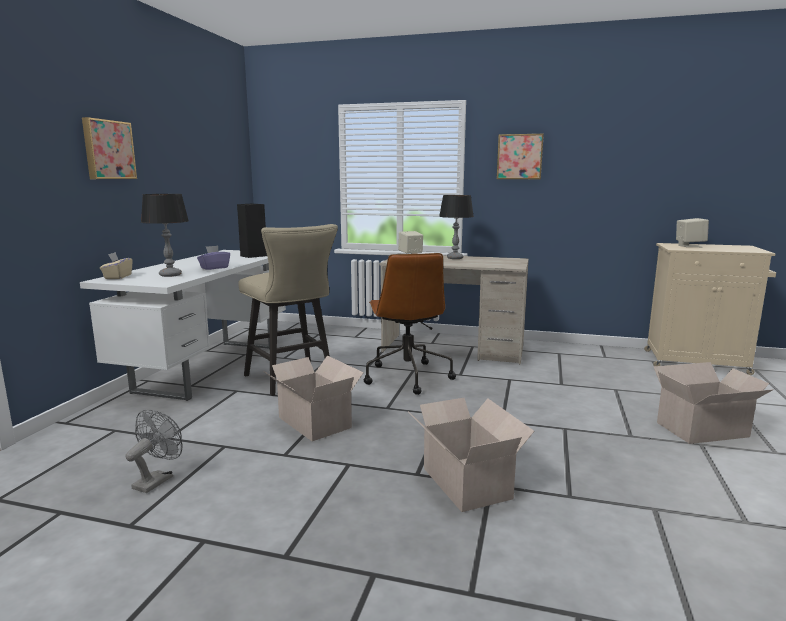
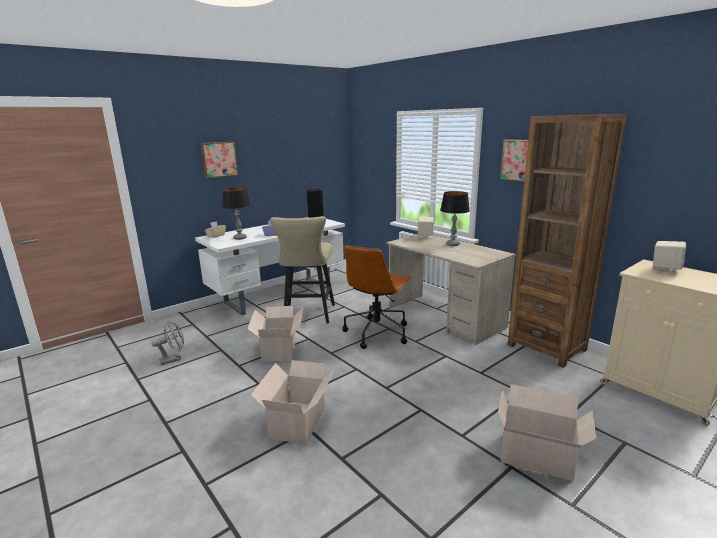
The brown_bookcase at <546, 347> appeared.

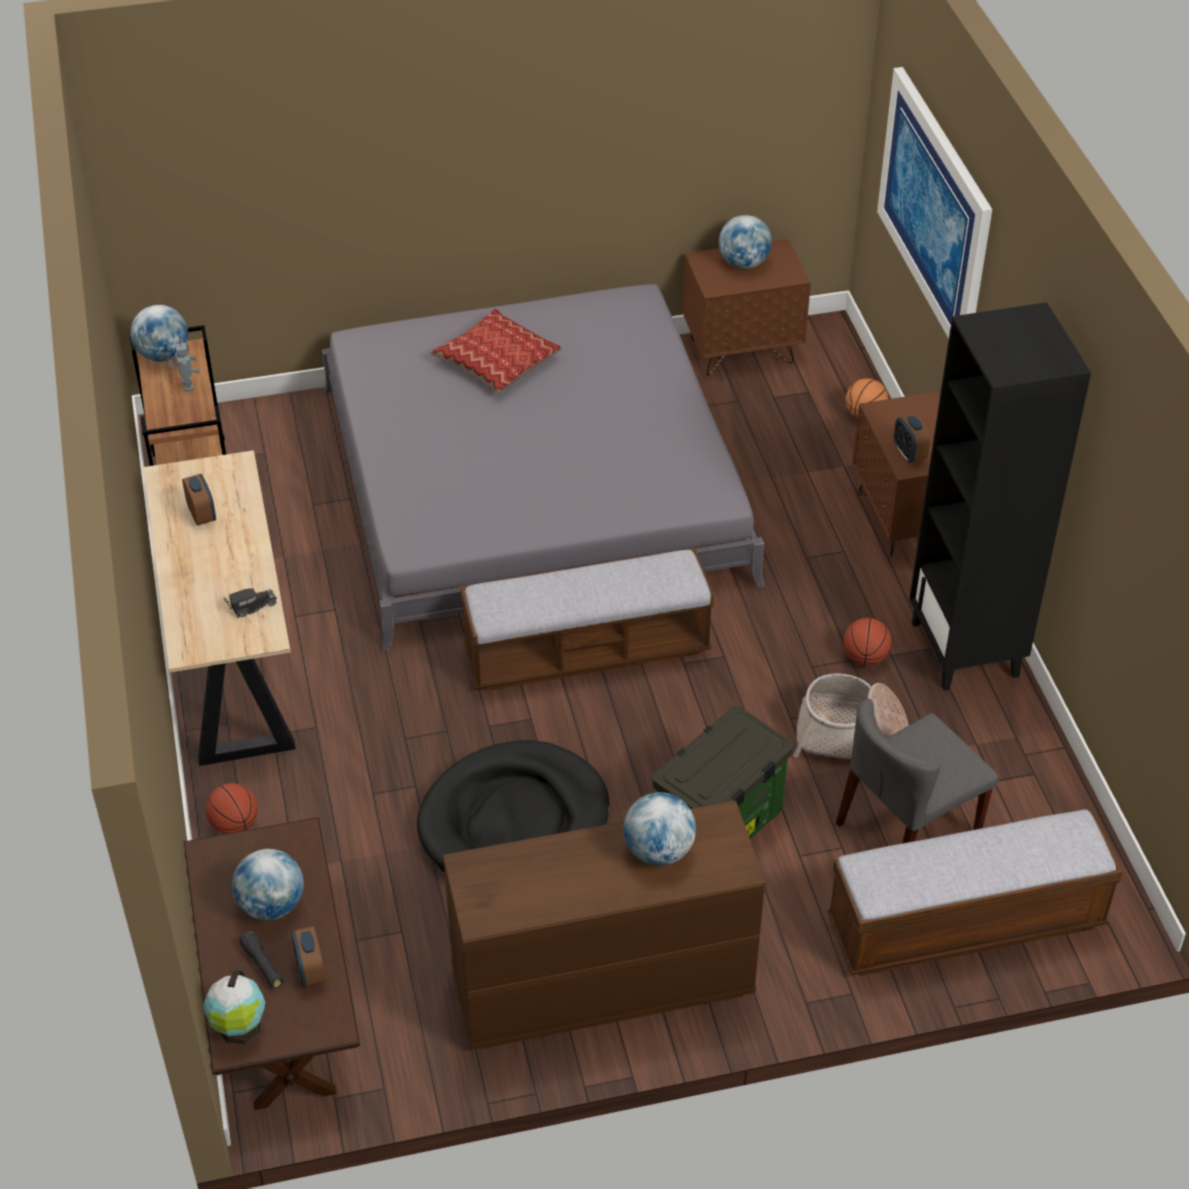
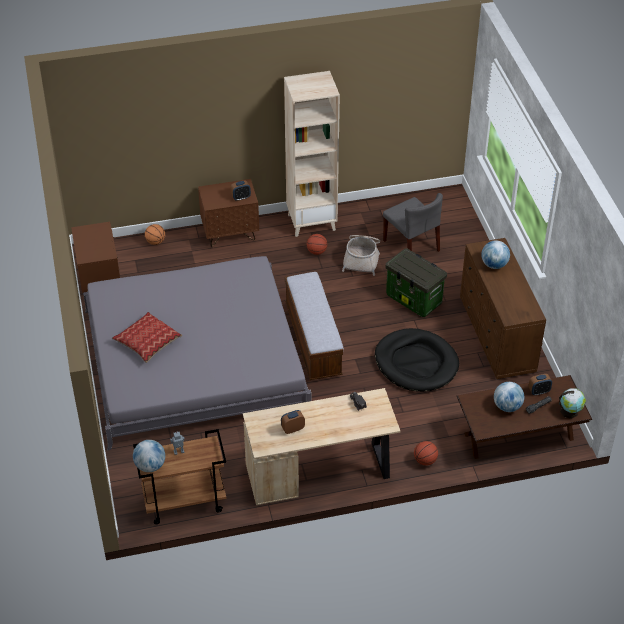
The black_bookcase at <966, 649> became the beige_bookcase at <312, 222>.
The globe at <744, 263> disappeared.
The bench at <965, 924> disappeared.
The picture at <935, 210> disappeared.

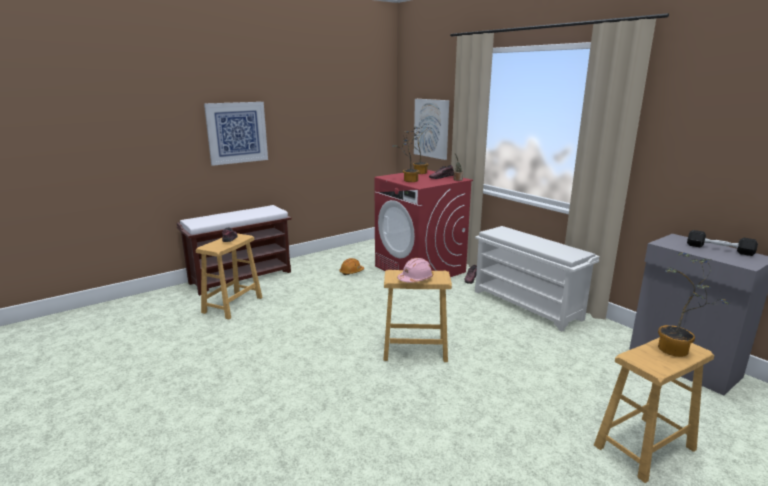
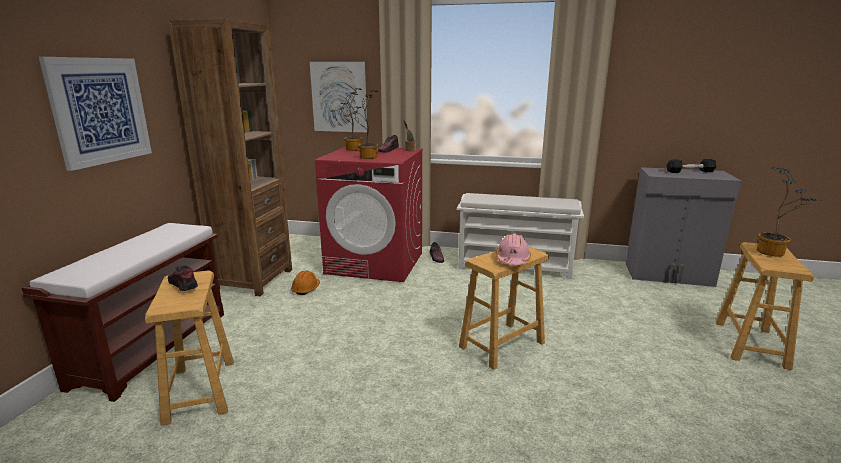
The brown_bookcase at <253, 280> appeared.

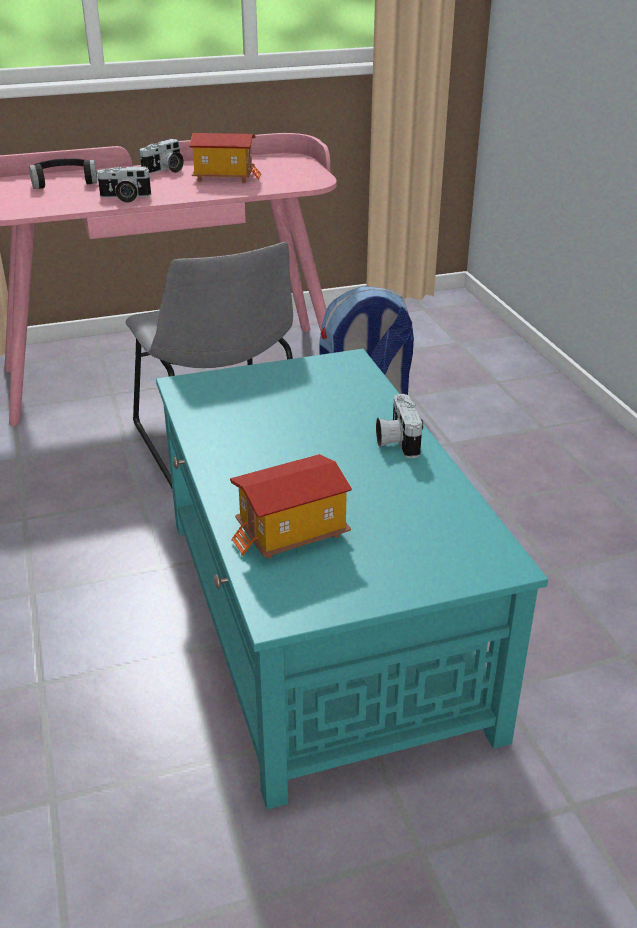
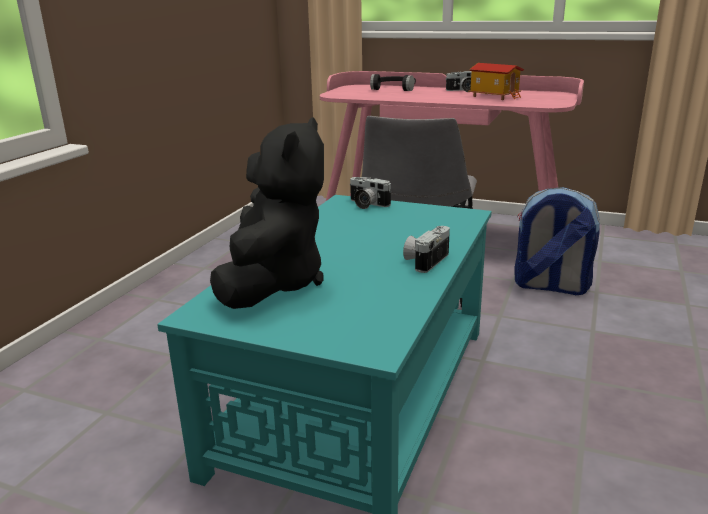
The toy_house at <292, 534> was replaced by the black_plush_toy at <273, 283>.
The photo_camera moved from <125, 198> to <366, 204>.

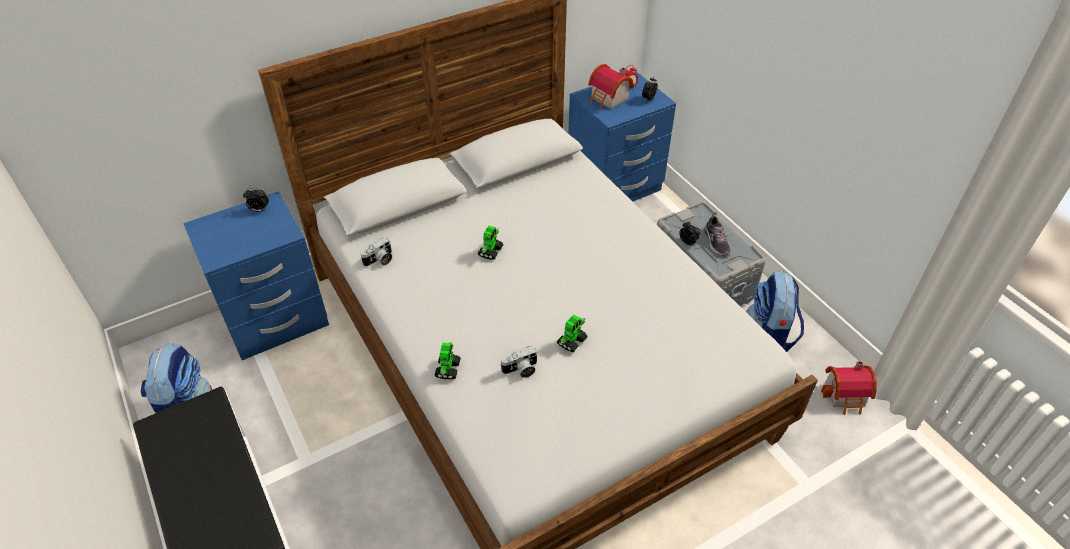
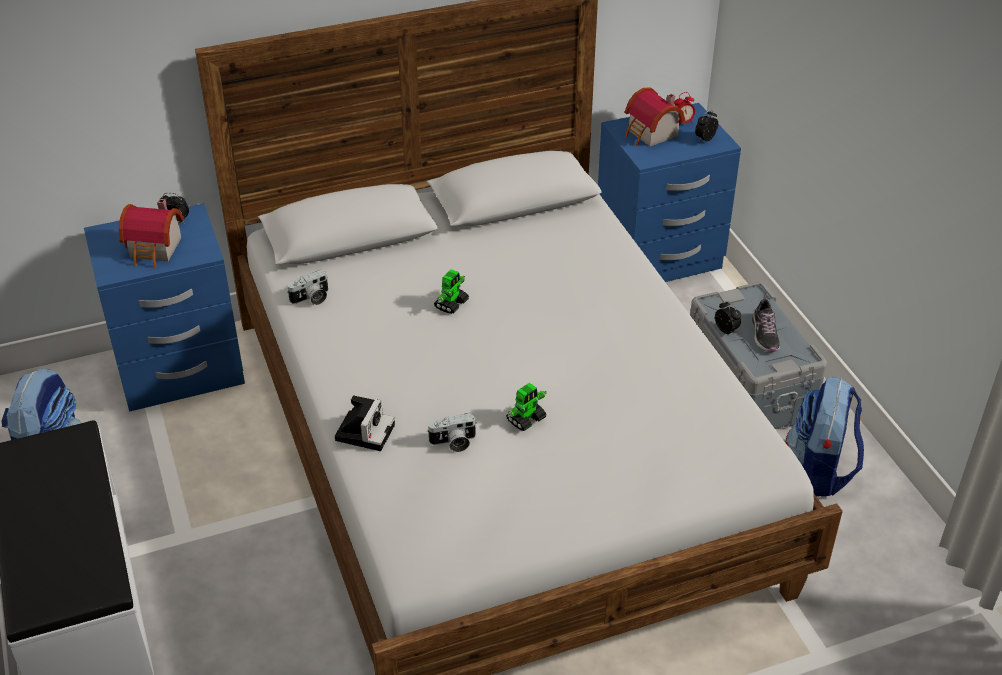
The toy_house moved from <846, 396> to <156, 250>.
The toy_robot at <448, 369> was replaced by the photo_camera at <365, 431>.

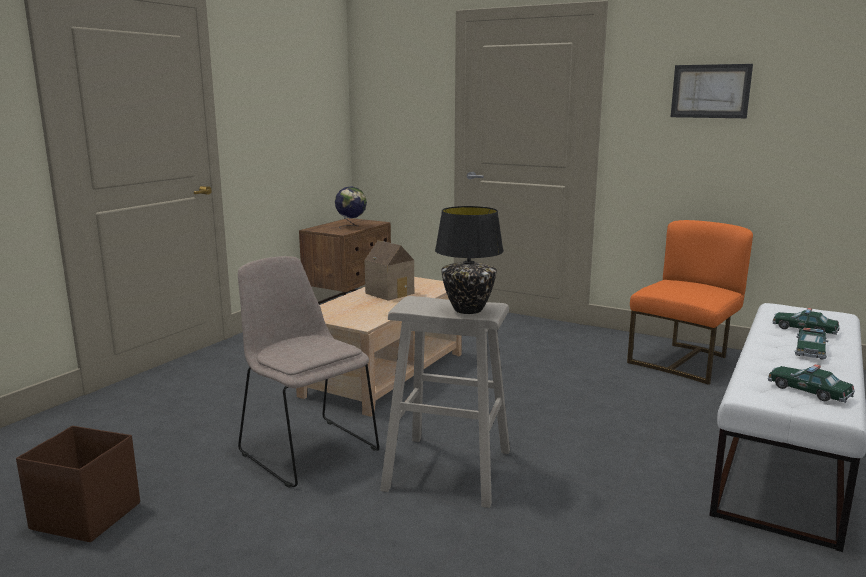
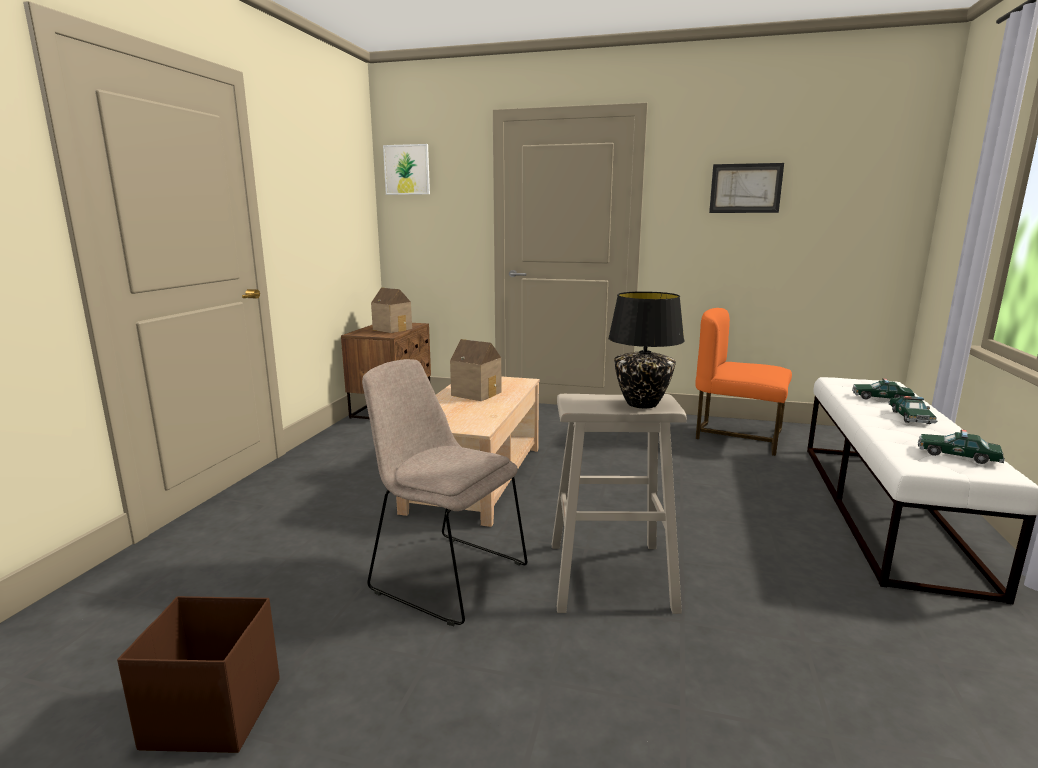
The globe at <351, 226> was replaced by the toy_house at <393, 329>.
The picture at <407, 169> appeared.
The orange_chair at <684, 361> turned 90 degrees counterclockwise.

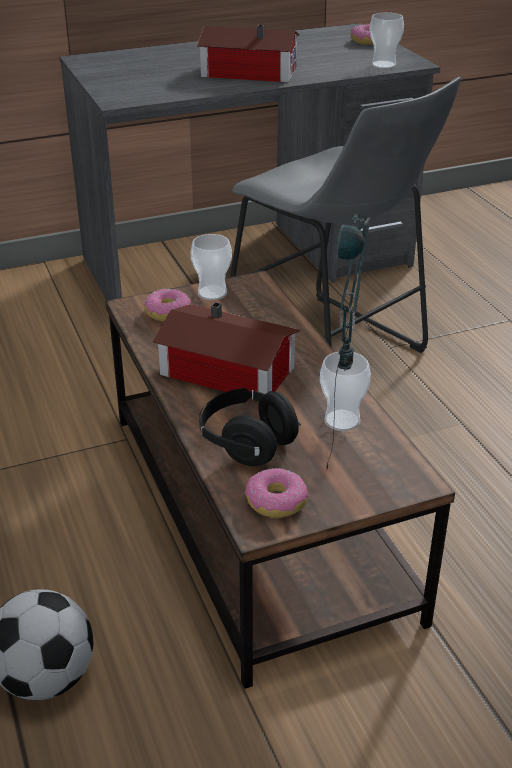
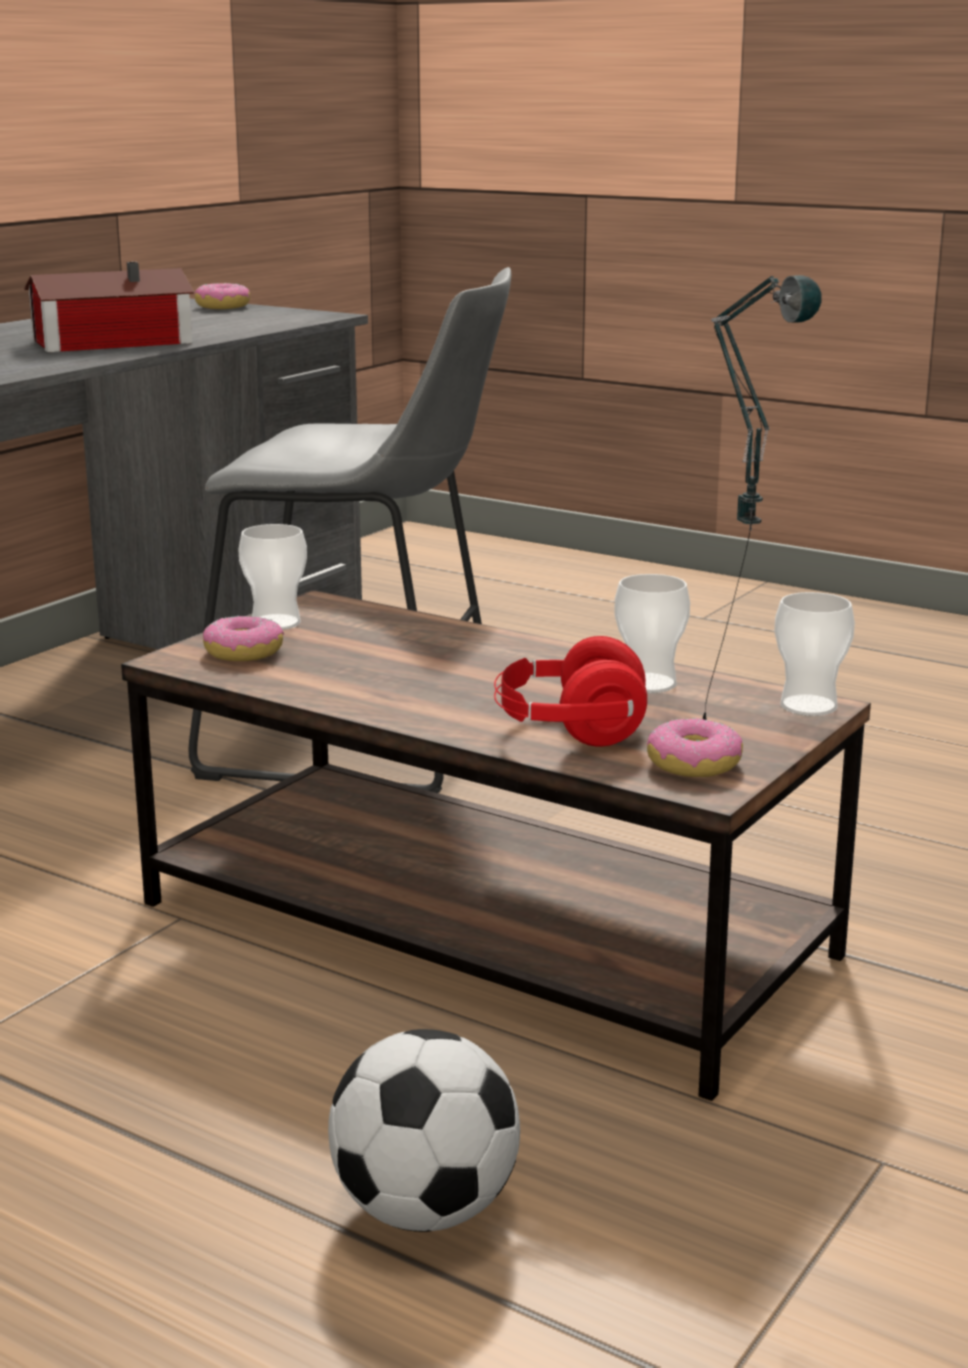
The black_headphones at <247, 443> became the red_headphones at <569, 731>.
The cup moved from <383, 65> to <808, 706>.
The toy_house at <229, 373> disappeared.

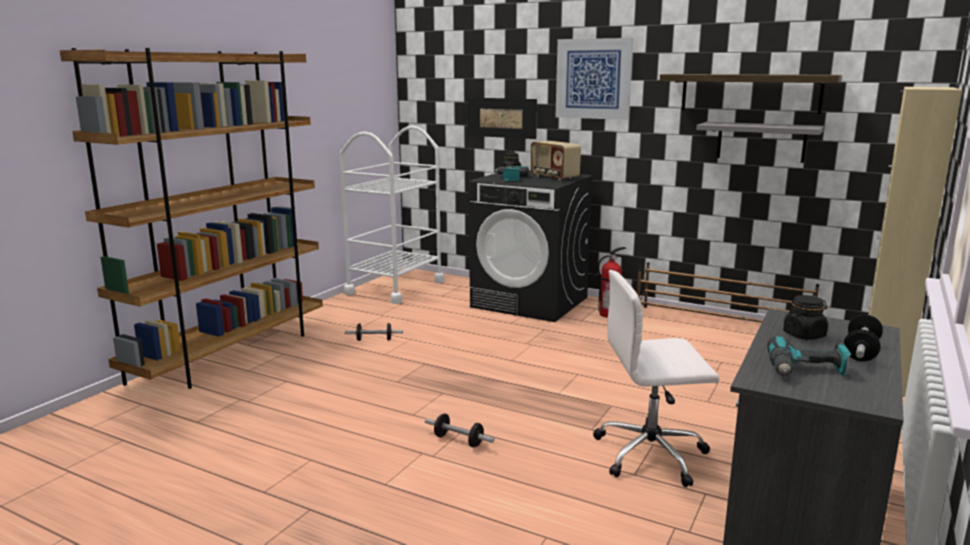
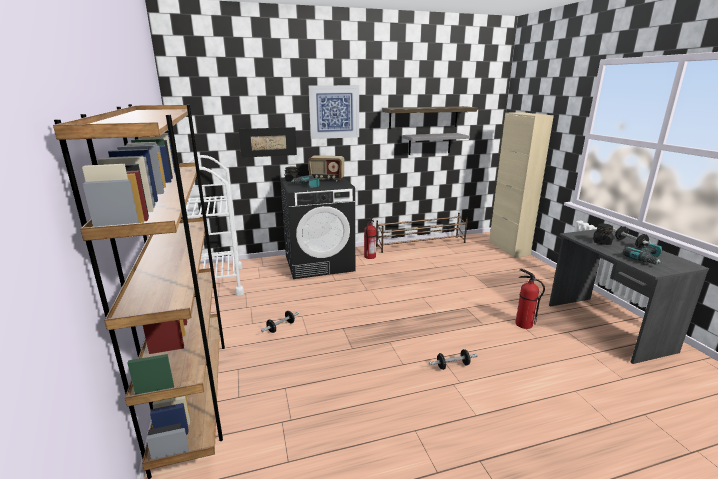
The white_office_chair at <652, 454> was replaced by the fire_extinguisher at <523, 324>.

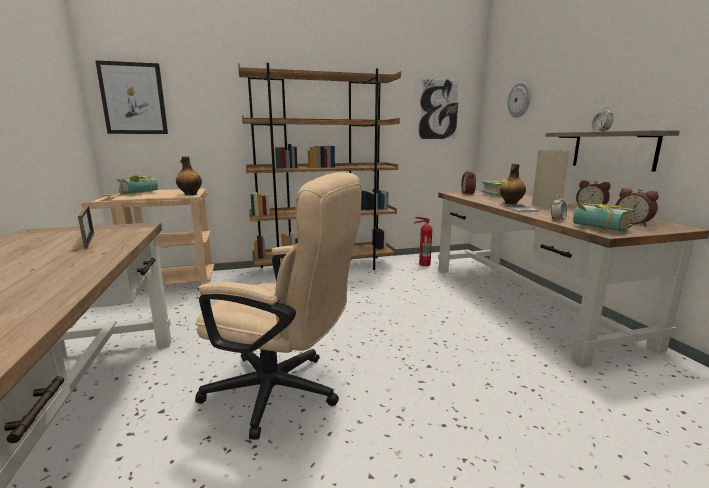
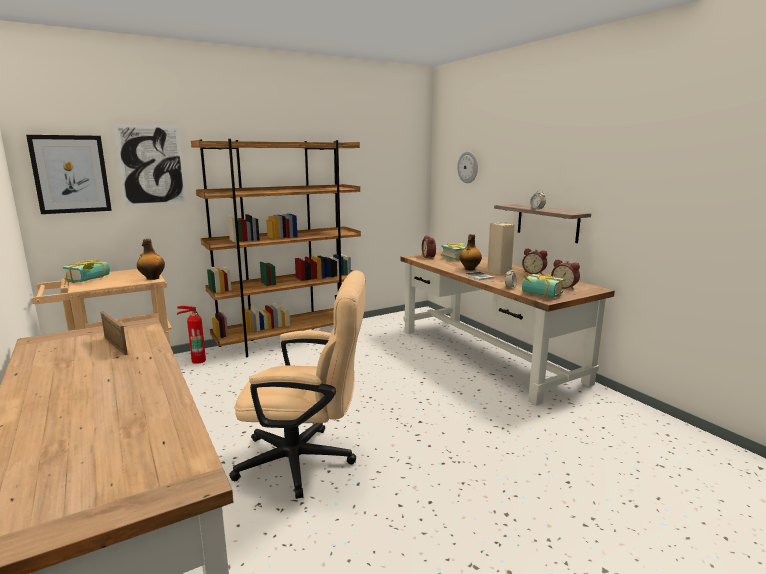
The picture moved from <438, 109> to <151, 165>.
The fire_extinguisher moved from <423, 264> to <197, 360>.

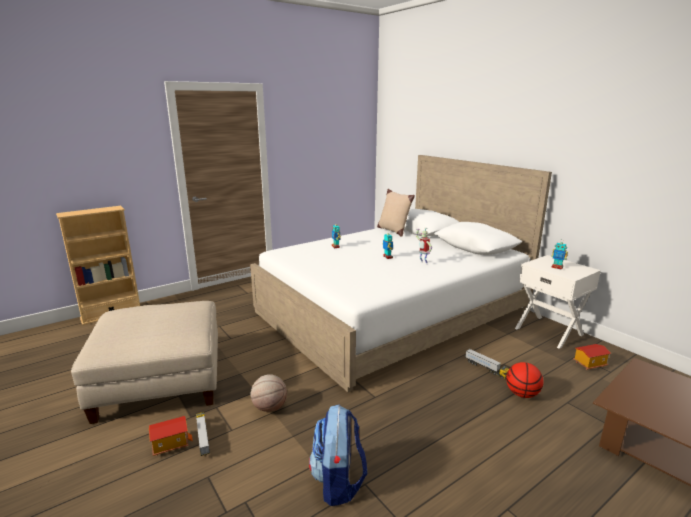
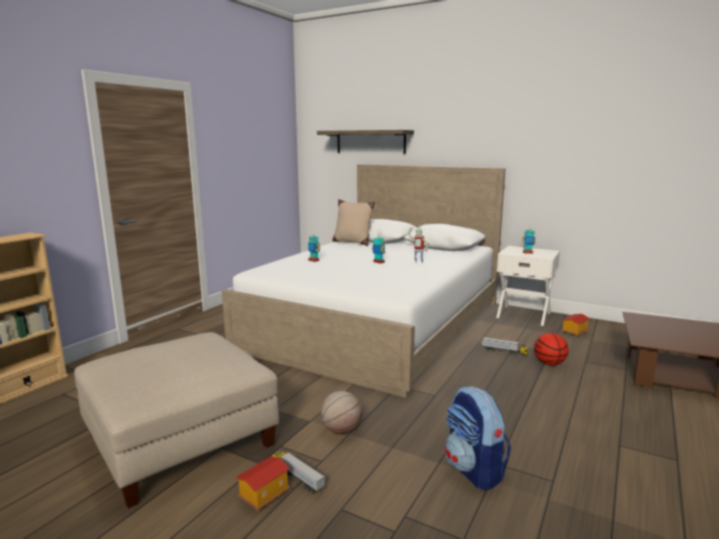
The shelf at <370, 142> appeared.

